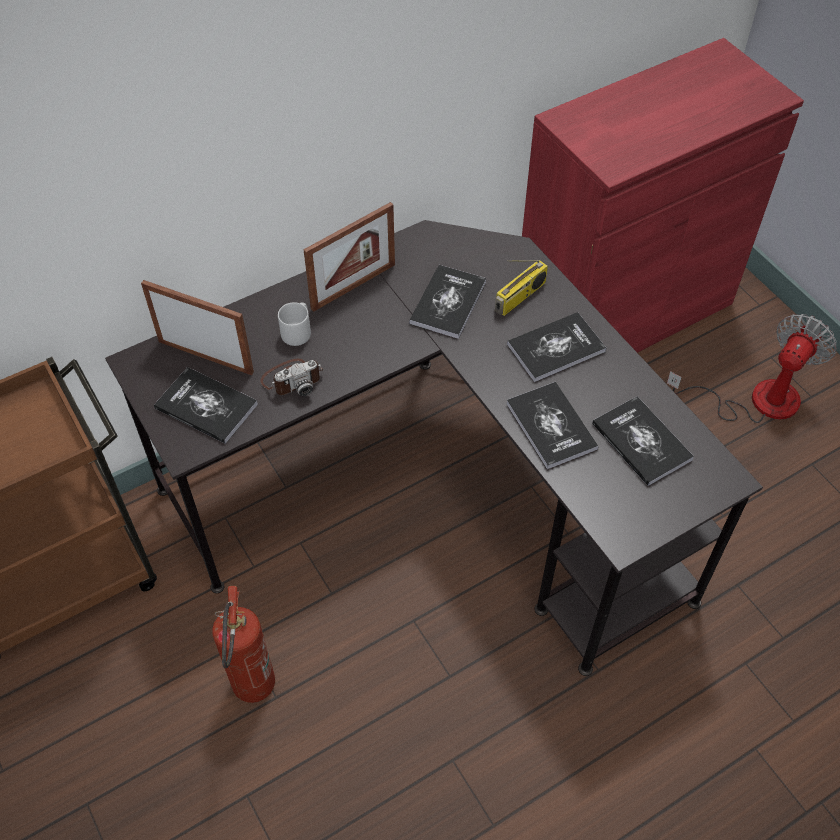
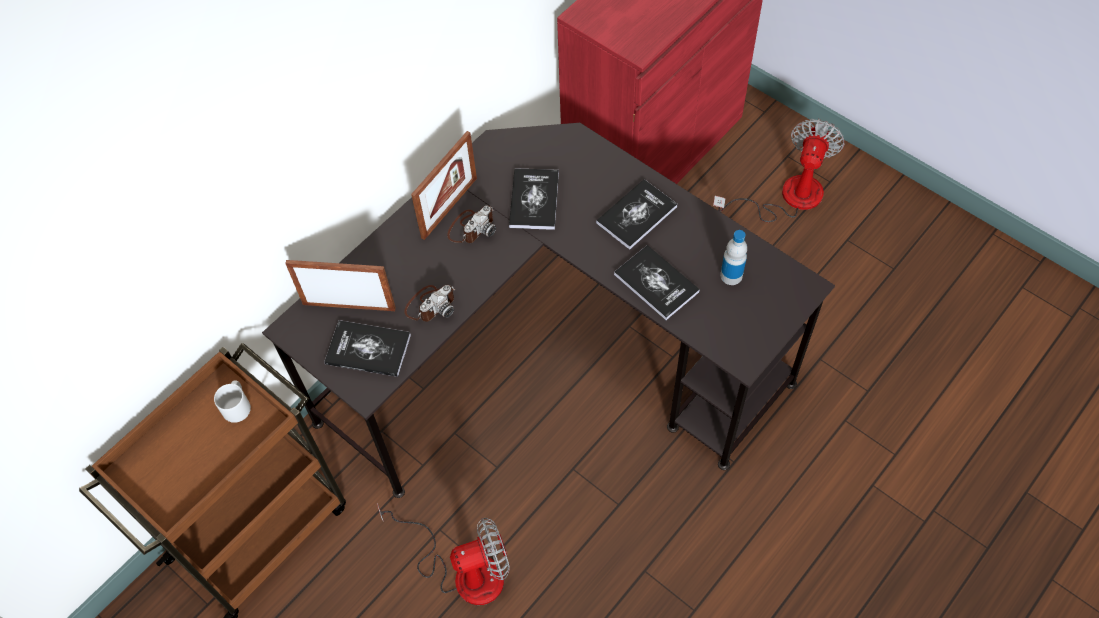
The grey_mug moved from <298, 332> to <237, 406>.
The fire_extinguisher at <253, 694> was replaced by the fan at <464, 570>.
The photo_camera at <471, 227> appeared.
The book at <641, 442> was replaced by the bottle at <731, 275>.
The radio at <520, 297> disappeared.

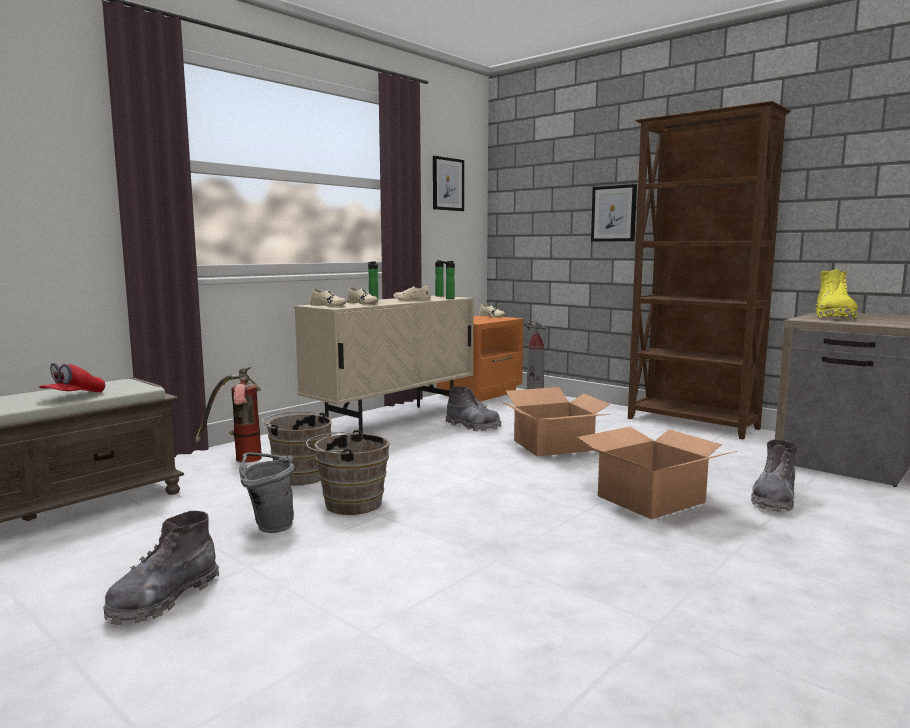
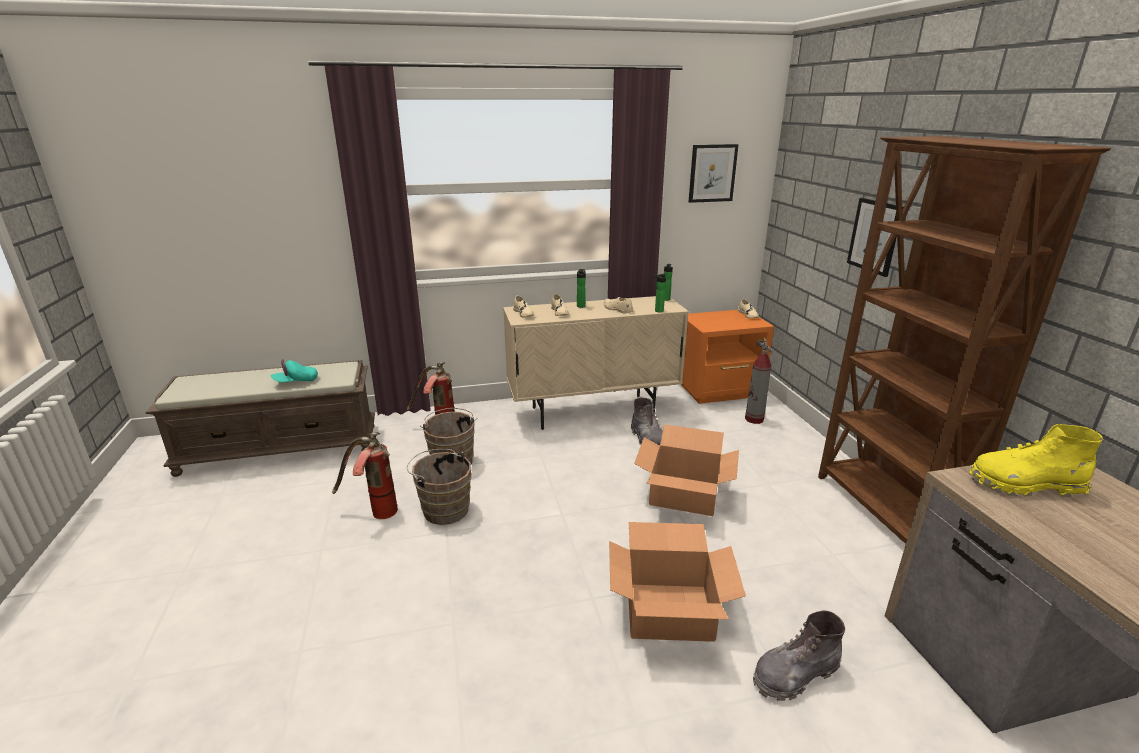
The red_cap at <74, 396> became the turquoise_cap at <296, 382>.
The grey_bucket at <269, 526> was replaced by the fire_extinguisher at <374, 513>.
The yellow_boot at <833, 317> turned 45 degrees clockwise.
The grey_boot at <163, 599> disappeared.

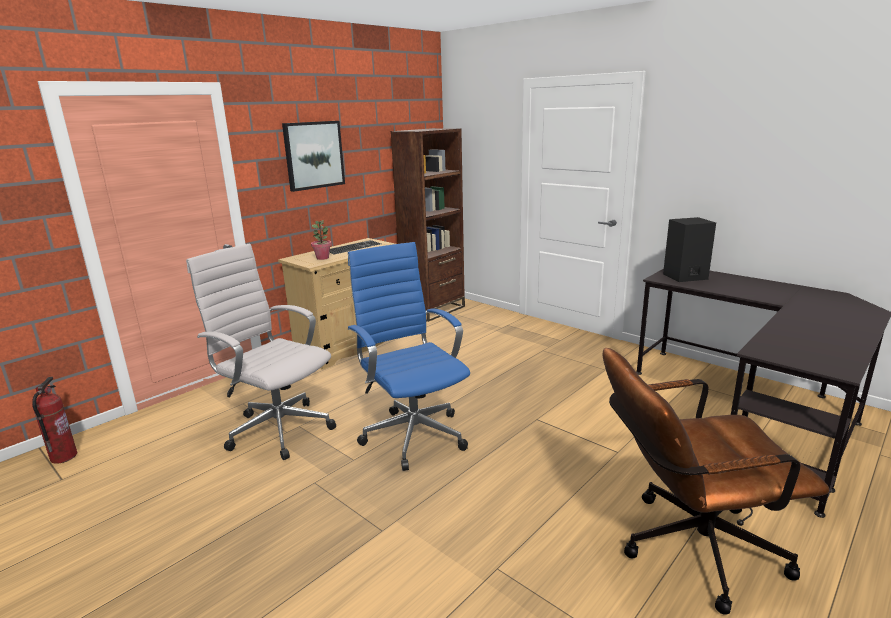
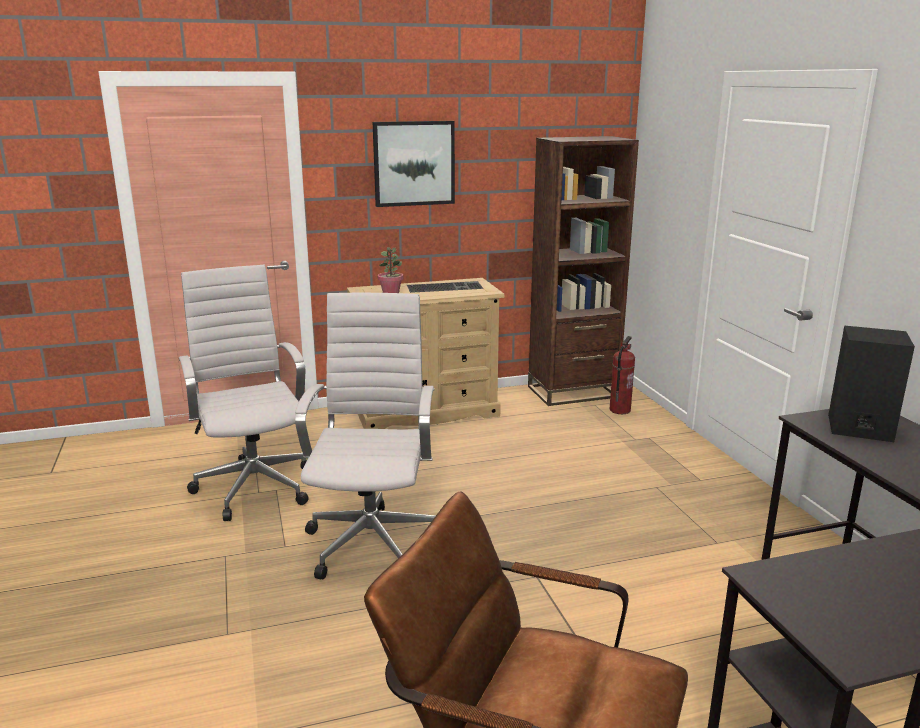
The blue_office_chair at <412, 434> became the white_office_chair at <373, 540>.
The fire_extinguisher moved from <63, 456> to <619, 410>.

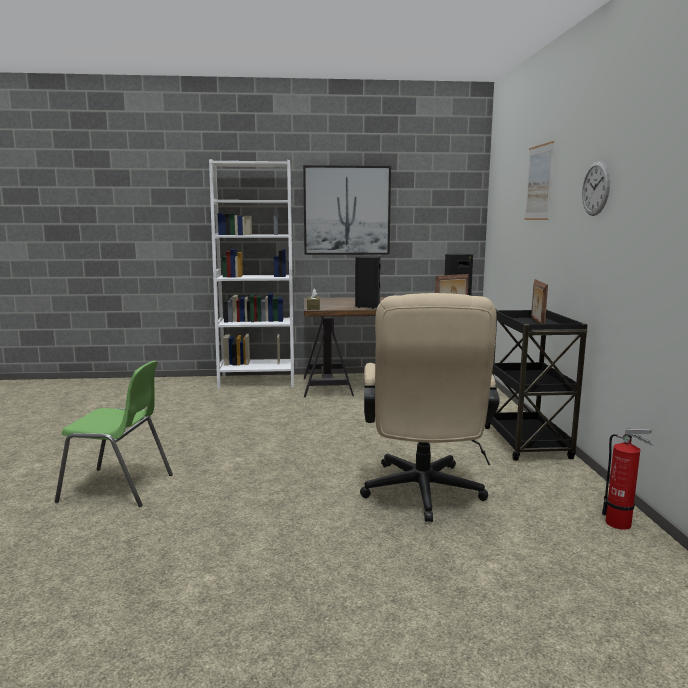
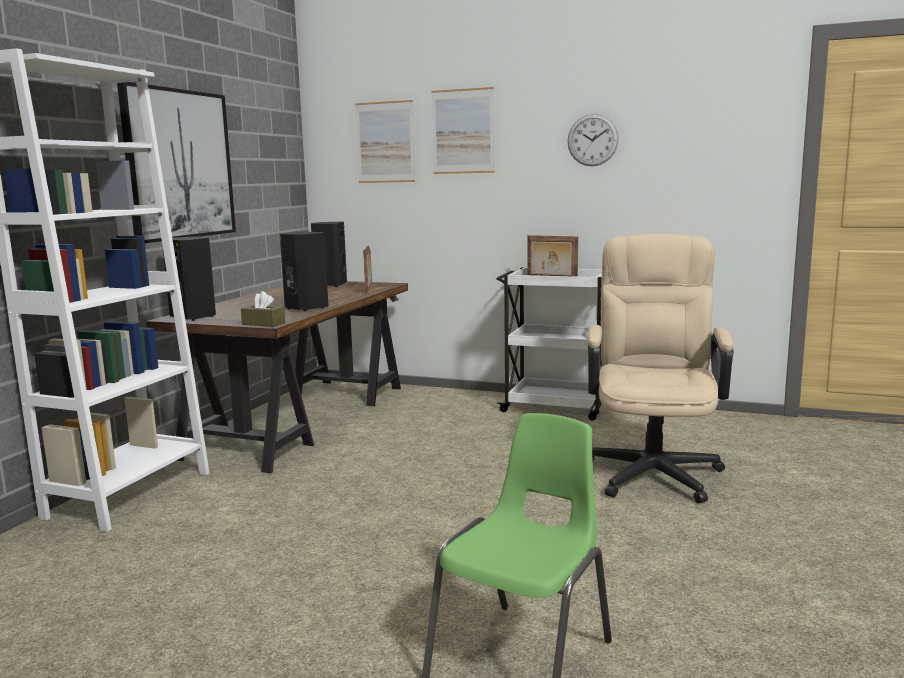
The black_speaker at <195, 317> appeared.
The picture at <385, 142> appeared.
The black_cart at <527, 444> became the white_cart at <557, 407>.
The beige_office_chair at <422, 495> turned 105 degrees counterclockwise.
The fire_extinguisher at <621, 524> disappeared.

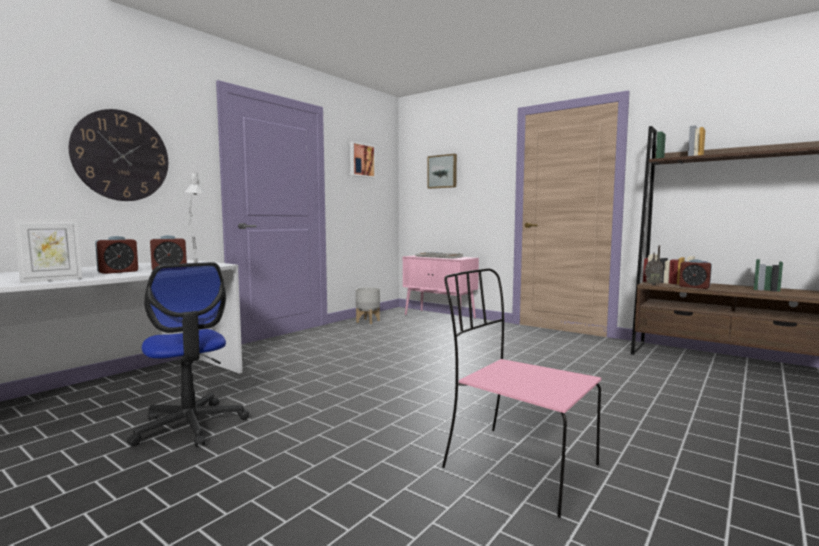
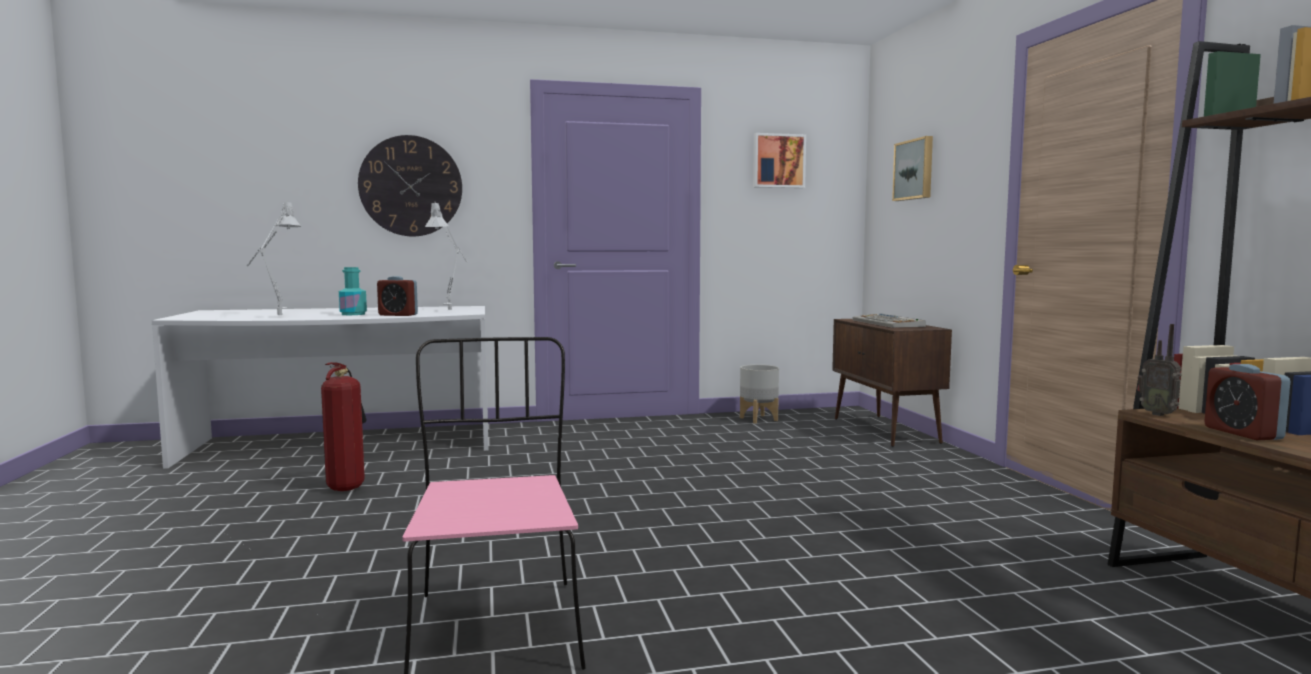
The picture_frame at <52, 280> was replaced by the grey_table_lamp at <276, 317>.
The office_chair at <190, 426> was replaced by the fire_extinguisher at <347, 487>.
The alarm_clock at <118, 272> was replaced by the turquoise_bottle at <353, 314>.
The pink_cabinet at <440, 317> became the brown_cabinet at <885, 431>.

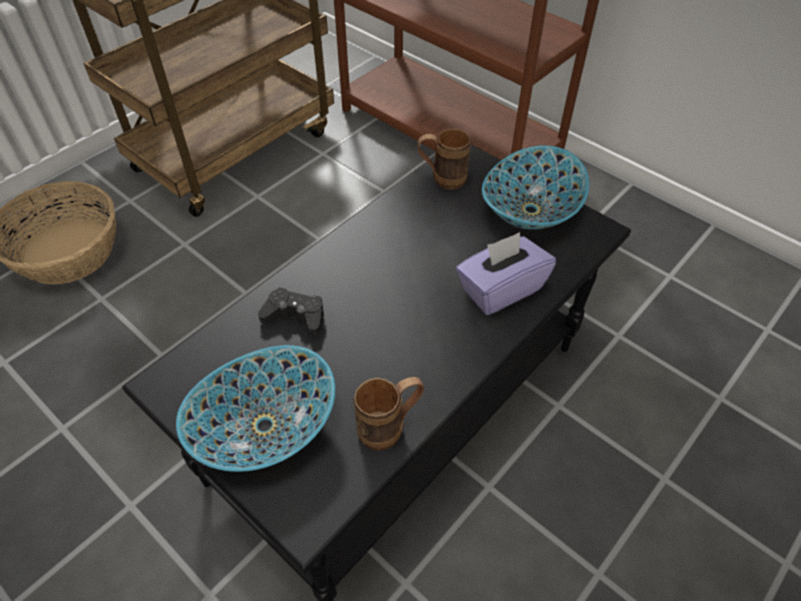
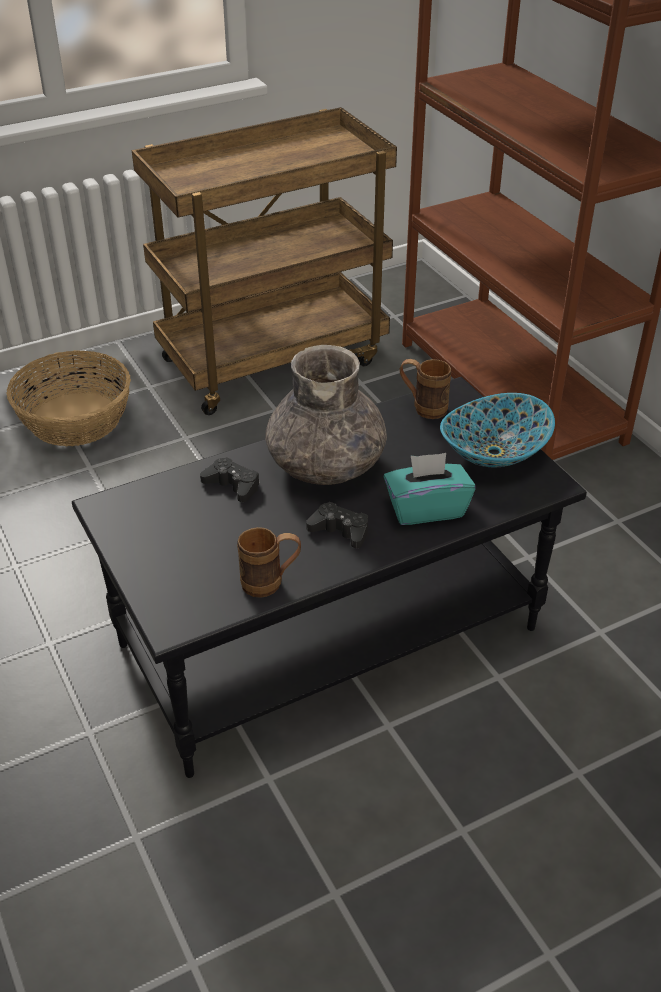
The grey_vase at <327, 464> appeared.
The black_game_controller at <340, 531> appeared.
The purple_tissue_box at <500, 289> became the turquoise_tissue_box at <426, 508>.
The bowl at <266, 427> disappeared.

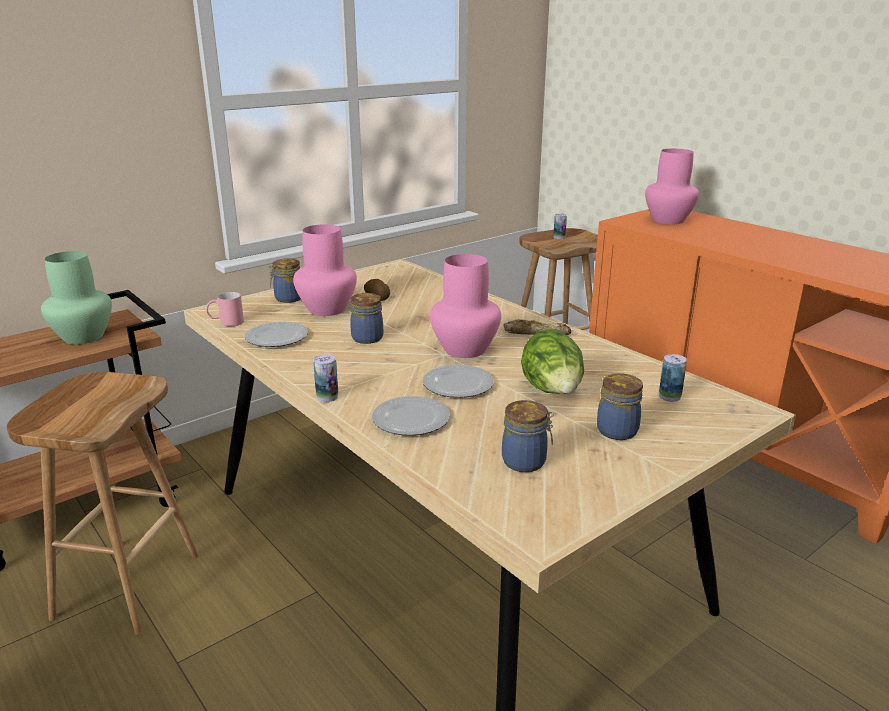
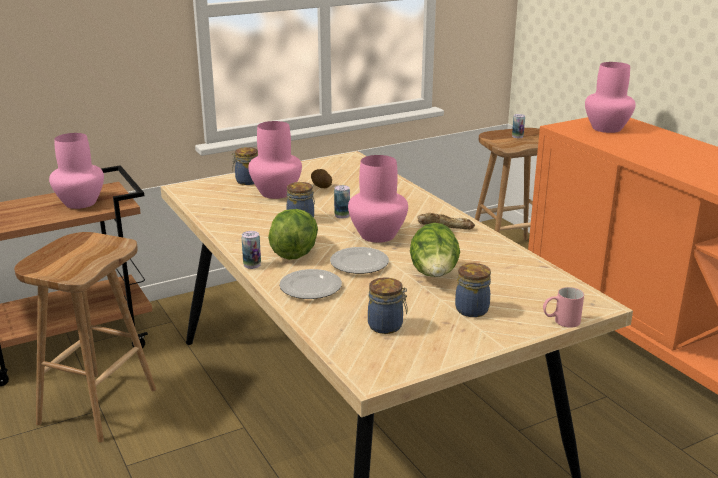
The green_vase at <84, 337> became the pink_vase at <81, 203>.
The lettuce at <294, 252> appeared.
The can moved from <669, 397> to <342, 215>.
The pink_mug moved from <226, 323> to <560, 321>.
The plate at <277, 337> disappeared.

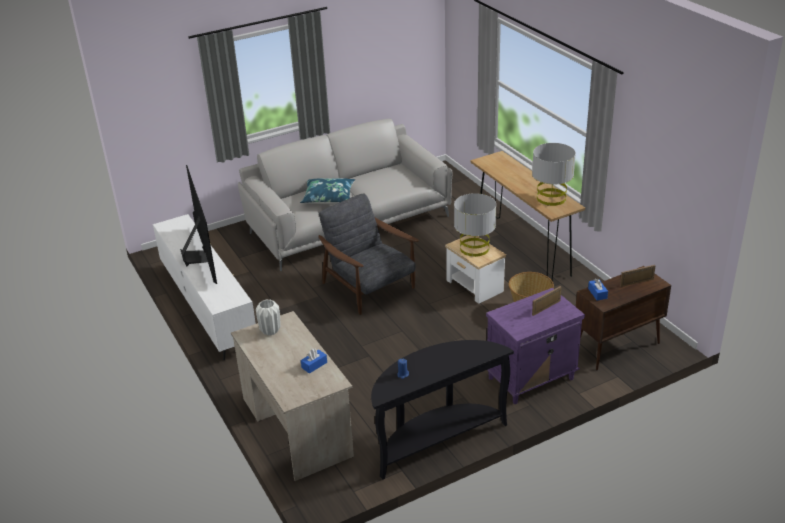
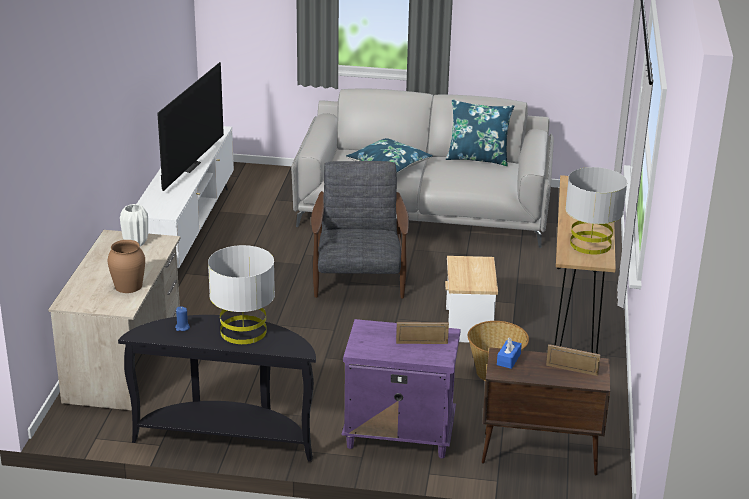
The blue_tissue_box at <314, 365> was replaced by the brown_vase at <128, 286>.
The grey_table_lamp moved from <474, 248> to <243, 331>.
The blue_pillow at <478, 158> appeared.

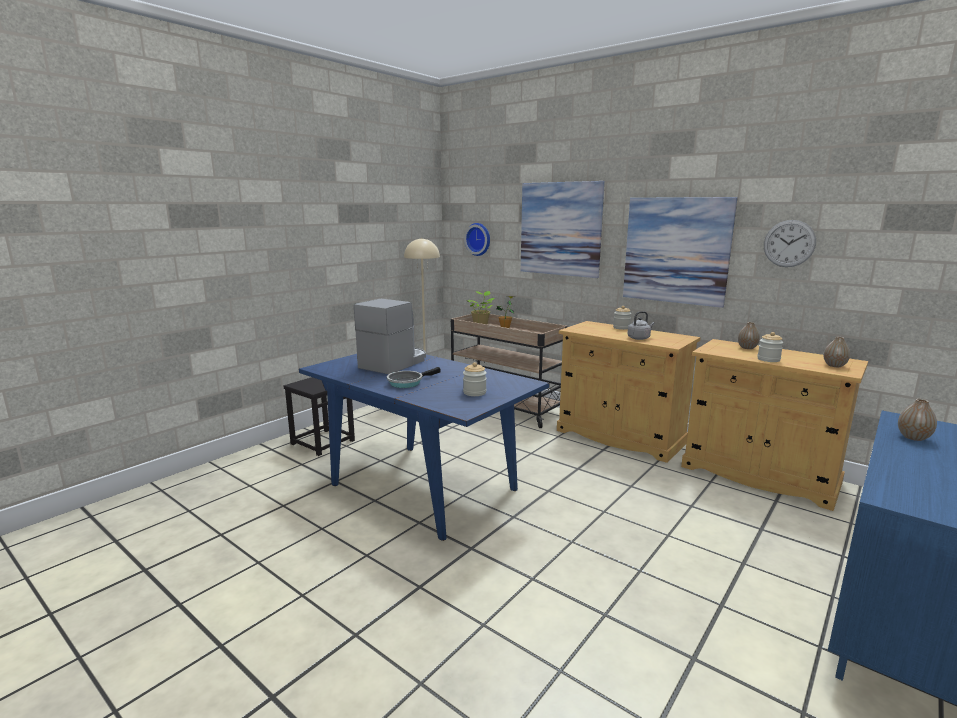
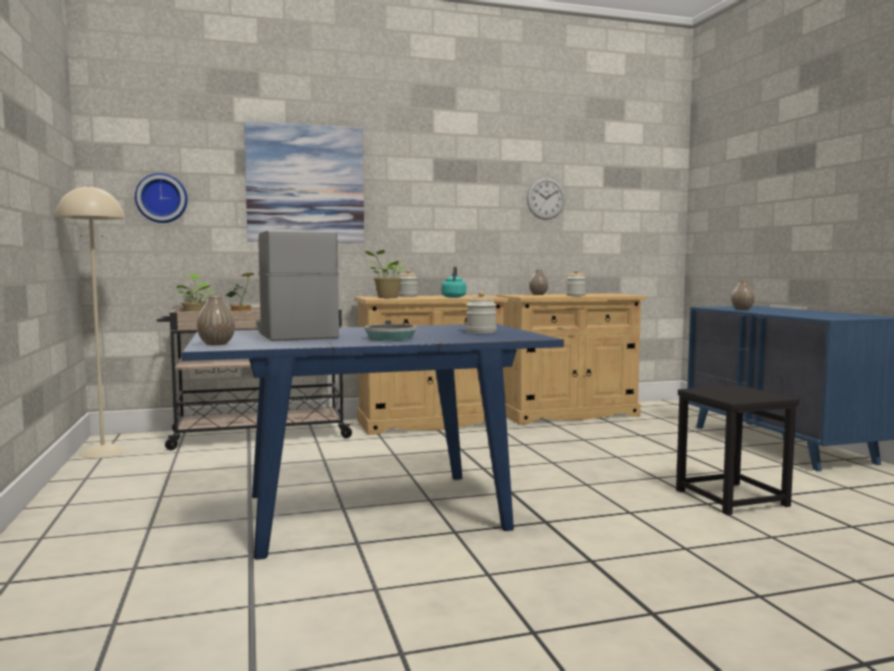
The vase moved from <834, 365> to <216, 344>.
The potted_plant at <386, 297> appeared.
The grey_kettle at <639, 338> became the turquoise_kettle at <454, 297>.
The black_stool moved from <322, 442> to <730, 498>.
The picture at <676, 250> disappeared.

